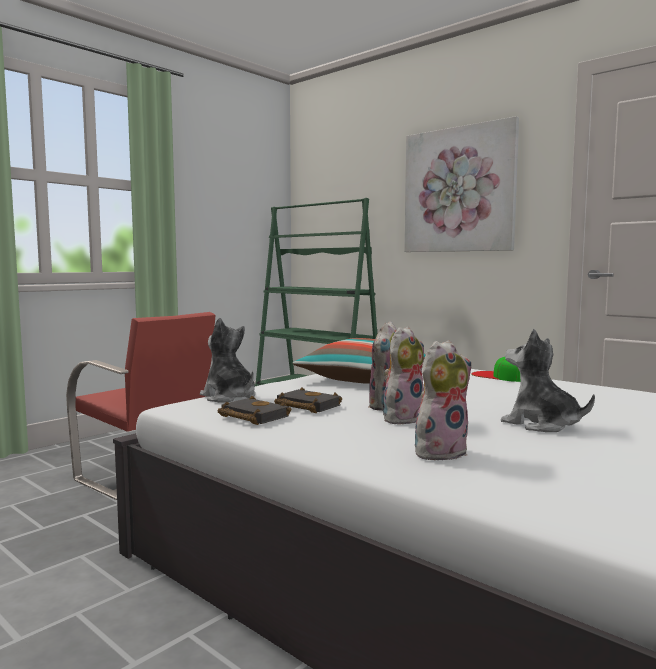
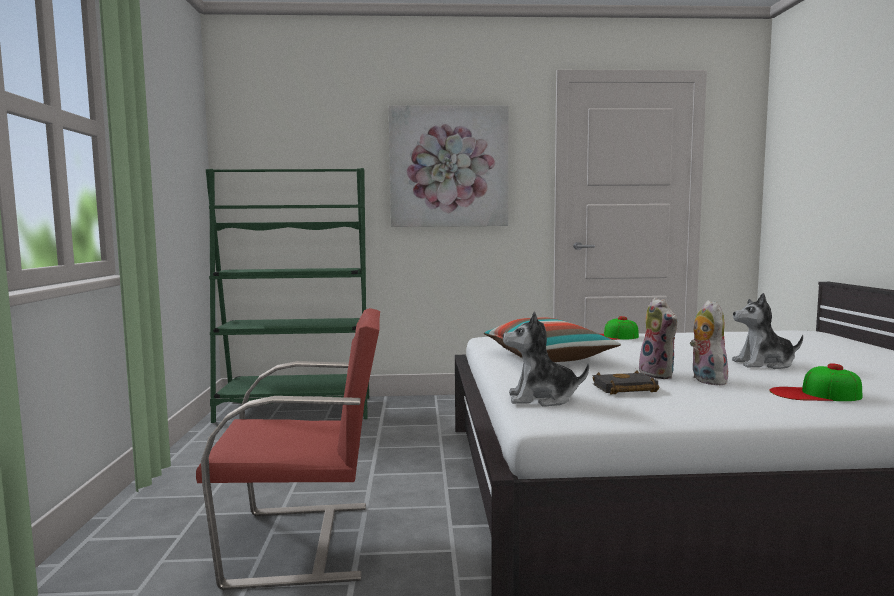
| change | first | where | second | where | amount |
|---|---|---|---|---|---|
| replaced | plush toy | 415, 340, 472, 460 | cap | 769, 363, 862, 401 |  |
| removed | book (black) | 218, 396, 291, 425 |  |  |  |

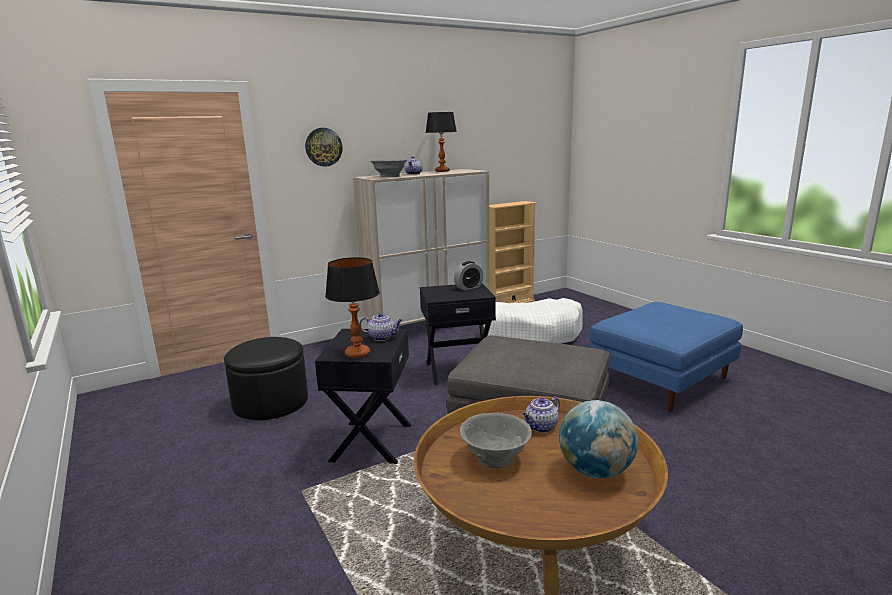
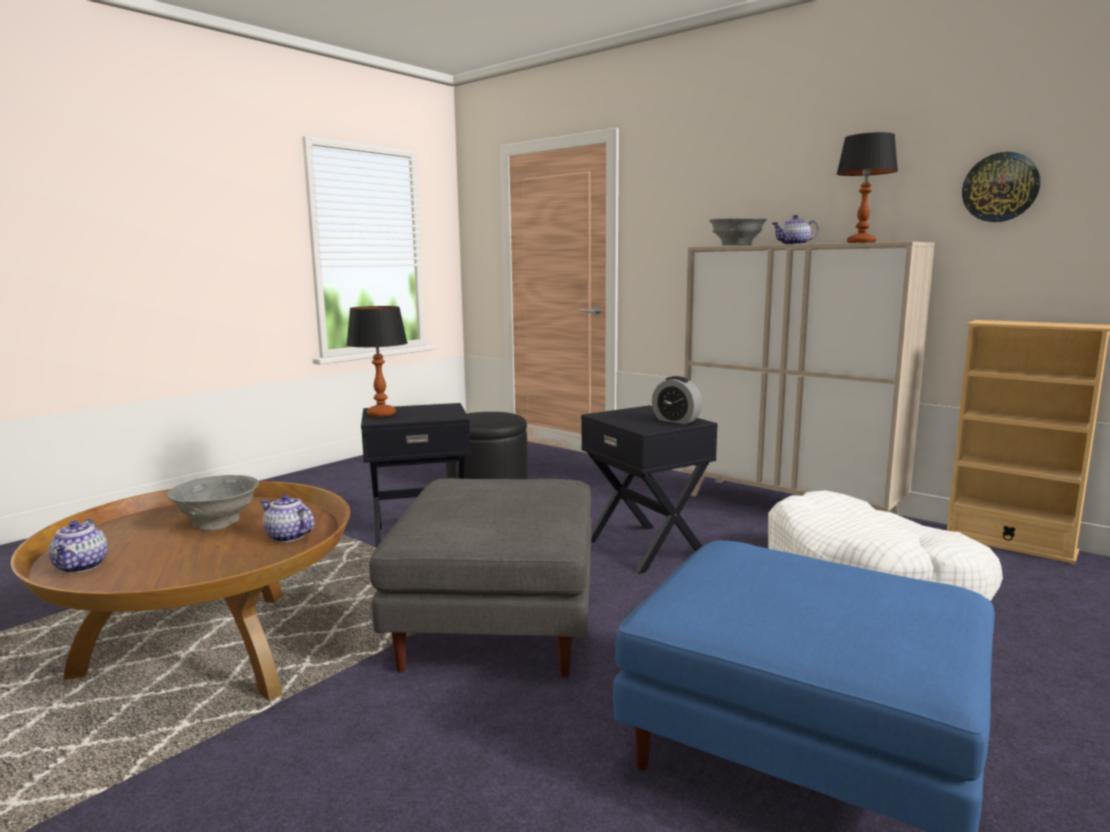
| change | first | where | second | where | amount |
|---|---|---|---|---|---|
| moved | wall clock | 305, 128, 343, 167 |  | 962, 152, 1041, 222 |  |
| moved | teapot | 359, 313, 402, 341 |  | 48, 519, 108, 573 |  |
| removed | globe | 559, 400, 638, 479 |  |  |  |

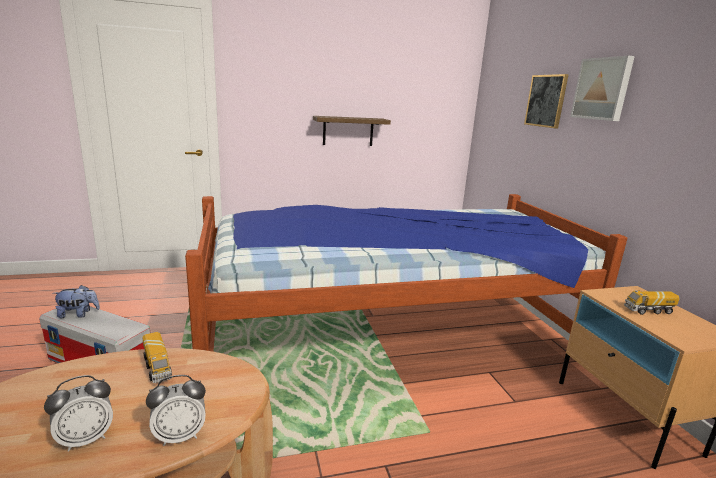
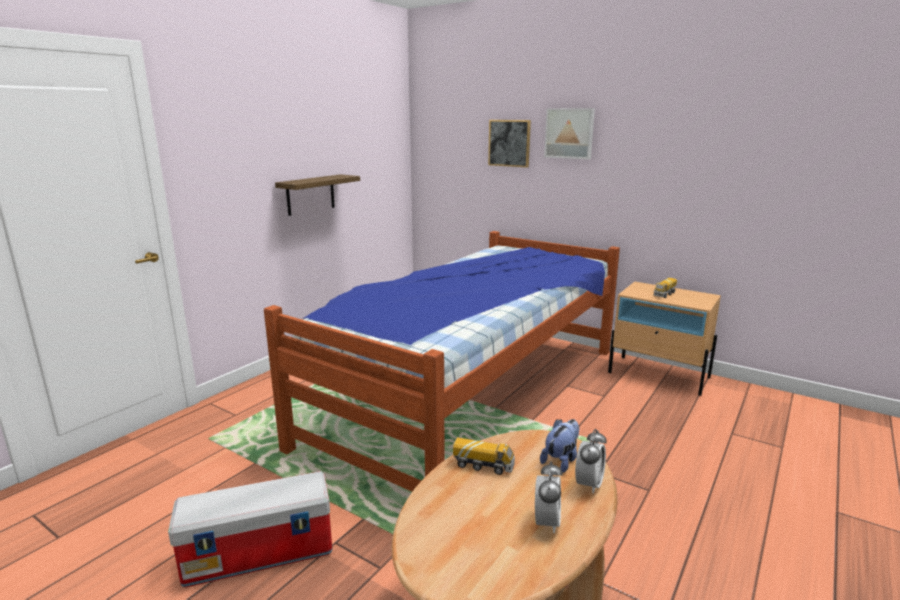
| change | first | where | second | where | amount |
|---|---|---|---|---|---|
| moved | plush toy | 53, 285, 100, 318 |  | 540, 419, 579, 473 |  |

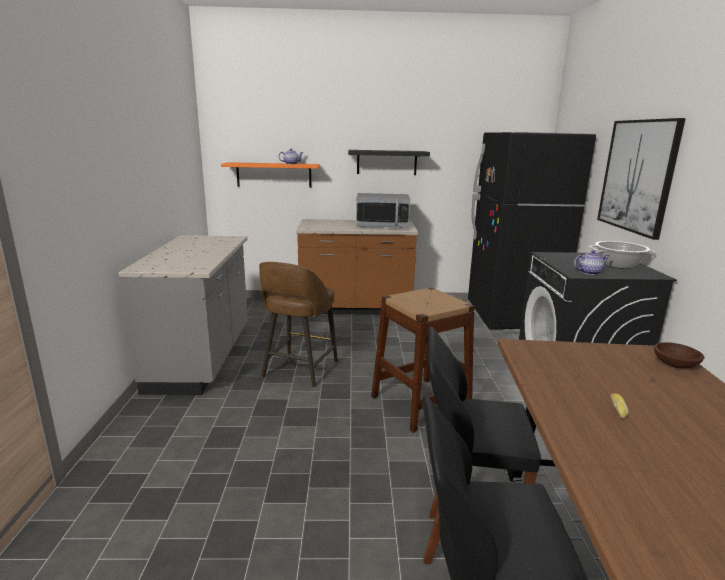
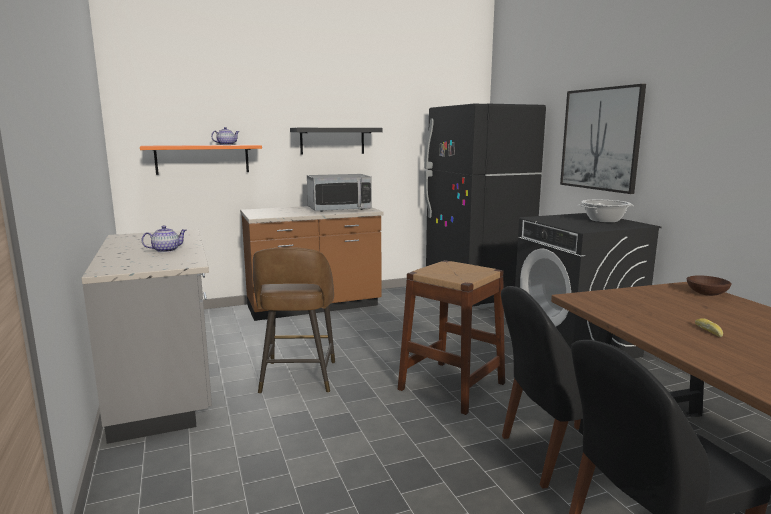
| change | first | where | second | where | amount |
|---|---|---|---|---|---|
| moved | teapot | 574, 250, 610, 275 |  | 141, 226, 186, 253 |  |

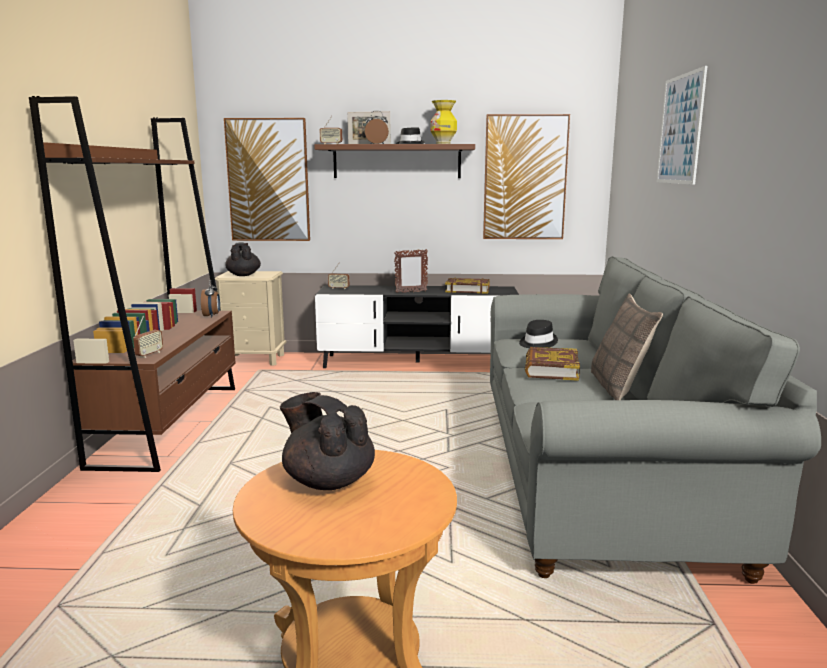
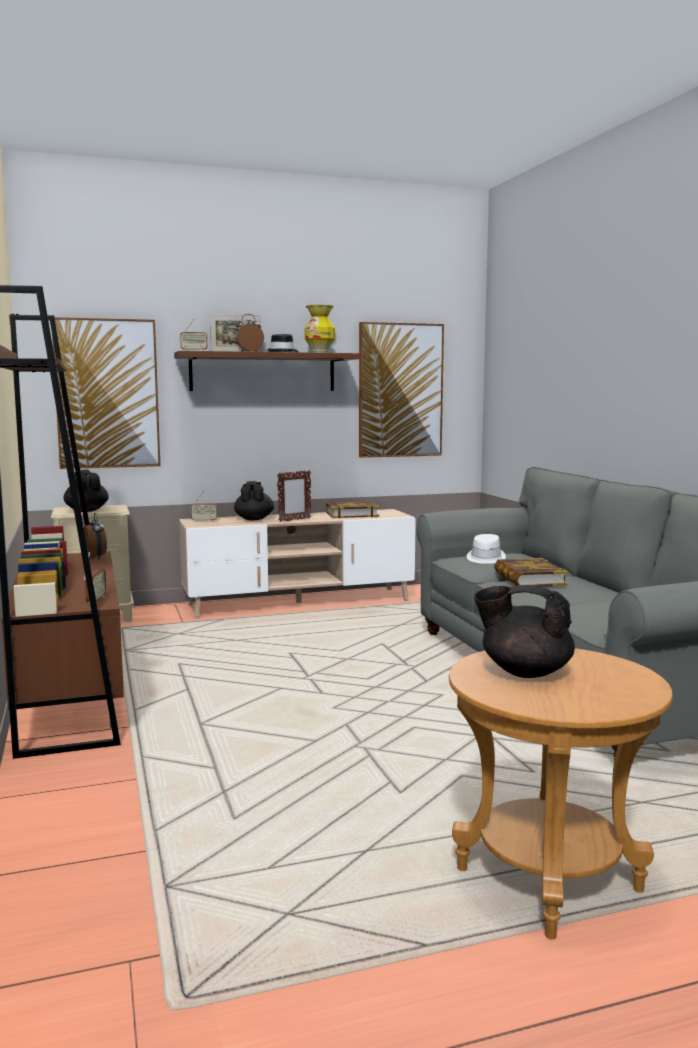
| change | first | where | second | where | amount |
|---|---|---|---|---|---|
| removed | picture | 657, 66, 707, 185 |  |  |  |
| recoloured | tv stand (black) | 315, 285, 519, 368 | tv stand (beige) | 179, 509, 416, 619 |  |
| removed | pillow | 591, 294, 663, 400 |  |  |  |
| recoloured | hat (black) | 519, 320, 558, 348 | hat (white) | 466, 534, 506, 564 |  |
| added |  |  | teapot (black) | 234, 481, 274, 520 |  |

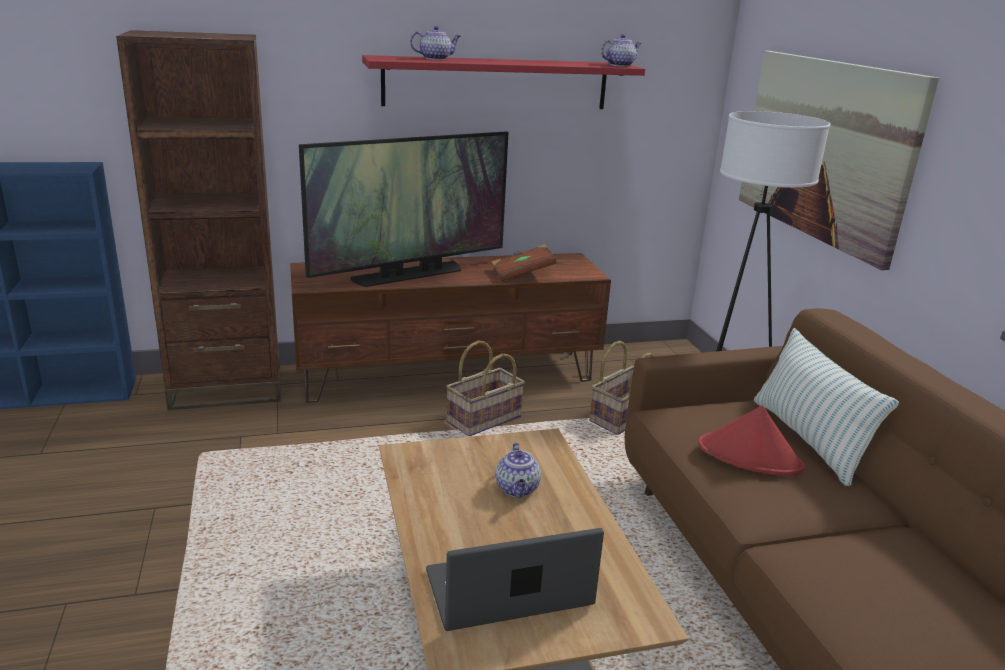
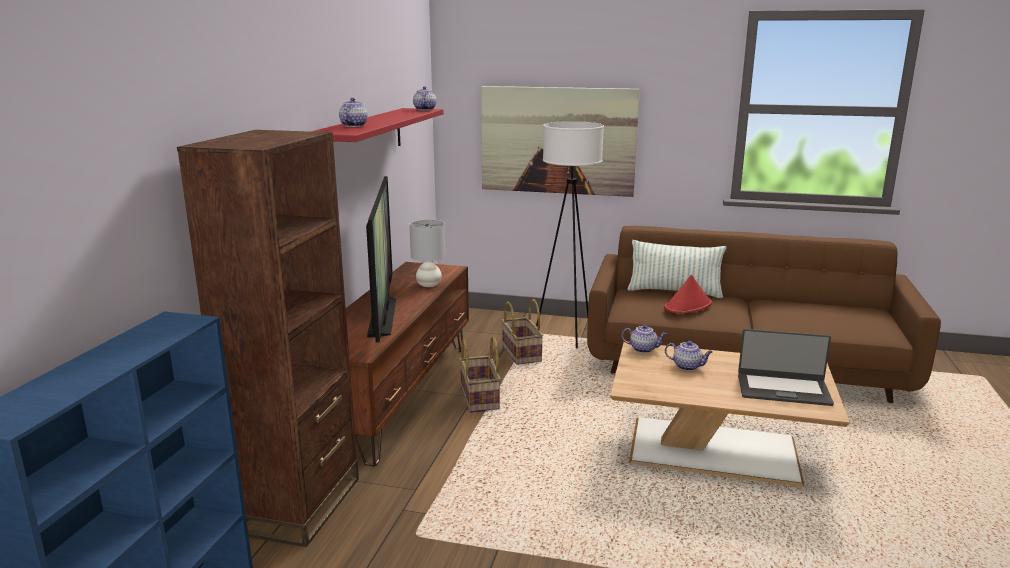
| change | first | where | second | where | amount |
|---|---|---|---|---|---|
| replaced | book (brown) | 491, 244, 556, 281 | table lamp (grey) | 409, 219, 445, 287 |  |
| turned | laptop | 426, 528, 604, 631 |  | 738, 329, 834, 406 | 90 degrees counterclockwise |
| added |  |  | teapot | 621, 325, 667, 353 |  |

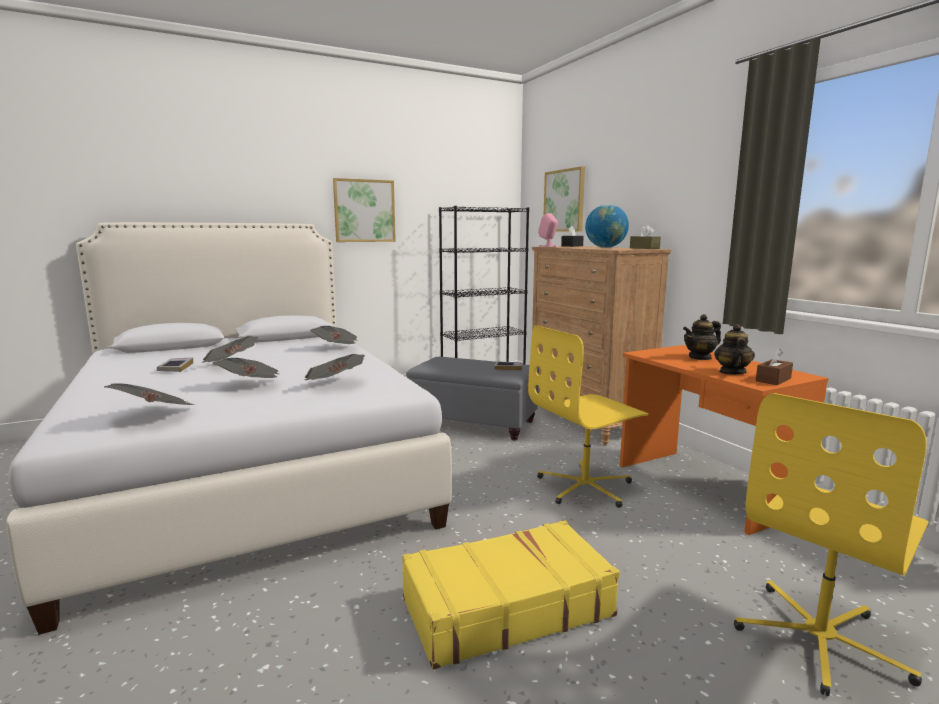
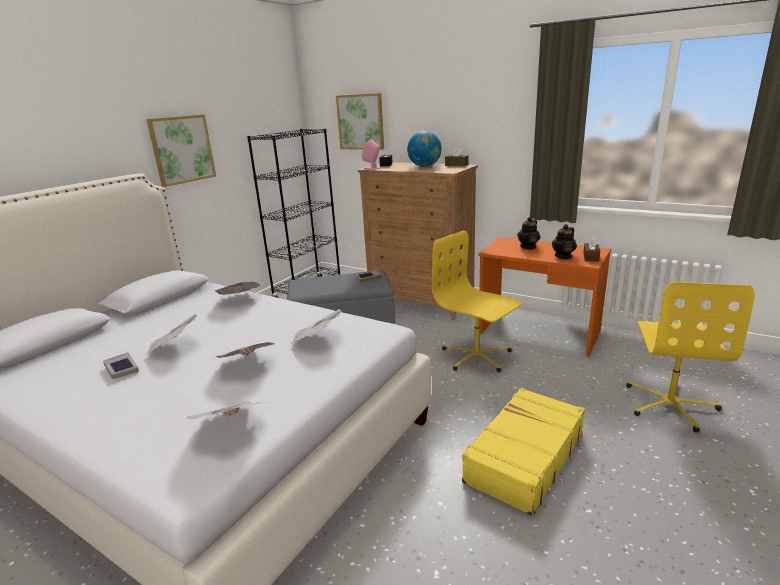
| change | first | where | second | where | amount |
|---|---|---|---|---|---|
| turned | teapot | 714, 324, 755, 375 |  | 552, 224, 577, 259 | 120 degrees counterclockwise |
| turned | office chair (yellow) | 528, 325, 648, 508 |  | 432, 230, 522, 372 | 105 degrees clockwise |

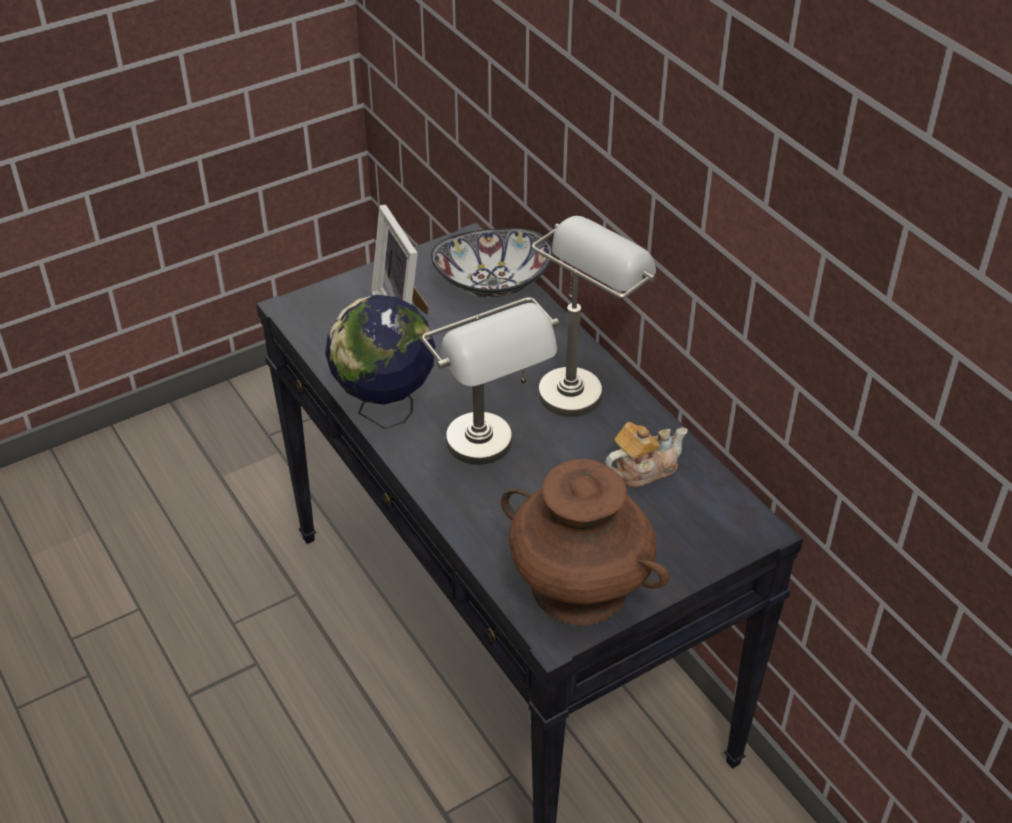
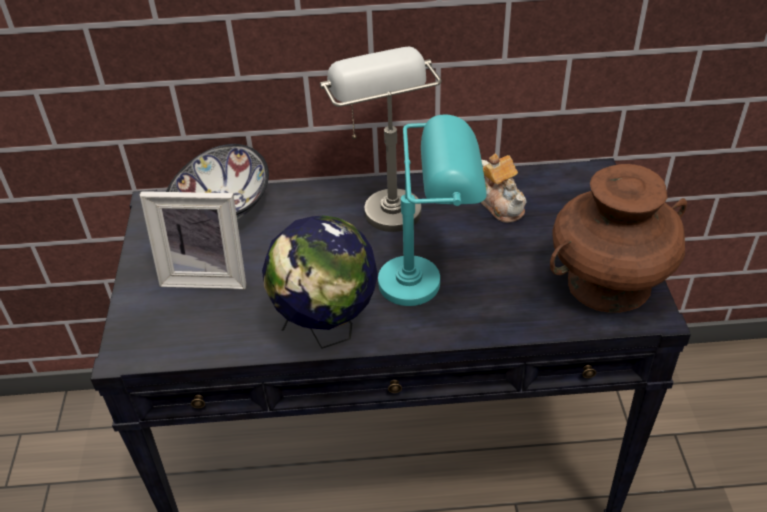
| change | first | where | second | where | amount |
|---|---|---|---|---|---|
| recoloured | table lamp (grey) | 421, 297, 559, 465 | table lamp (turquoise) | 378, 114, 487, 306 |  |
| turned | teapot | 605, 422, 688, 487 |  | 481, 154, 526, 223 | 150 degrees clockwise |

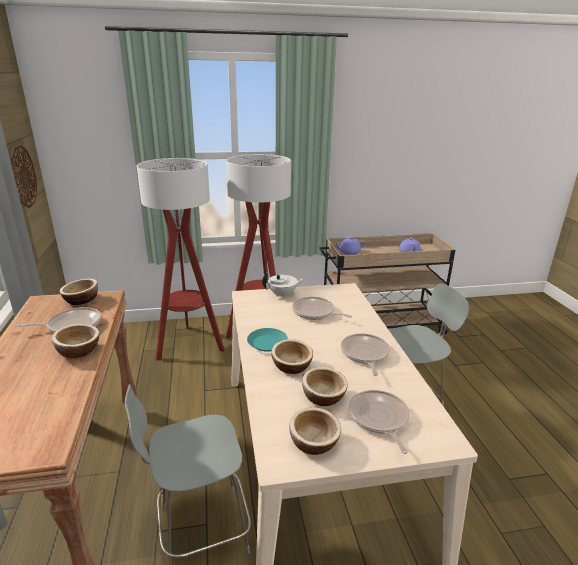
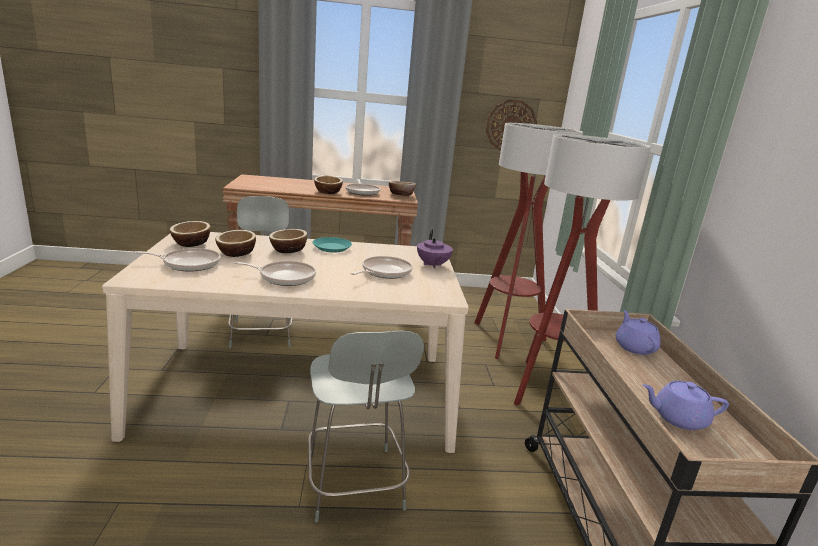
| change | first | where | second | where | amount |
|---|---|---|---|---|---|
| recoloured | teapot (white) | 262, 273, 305, 298 | teapot (purple) | 417, 230, 453, 269 |  |

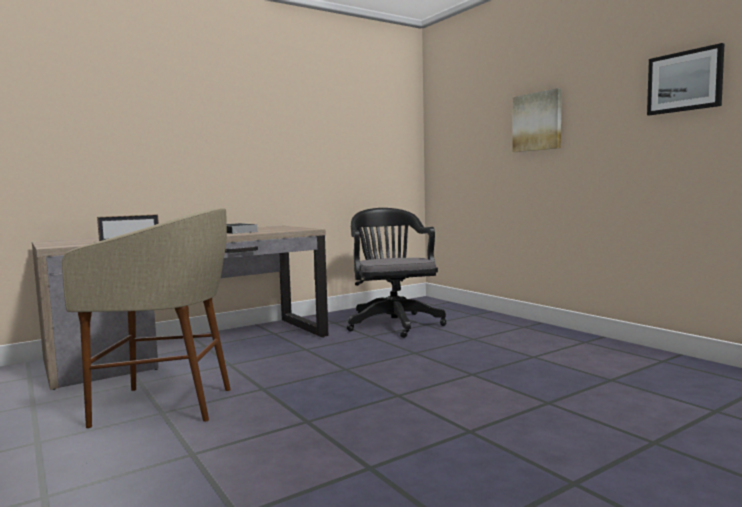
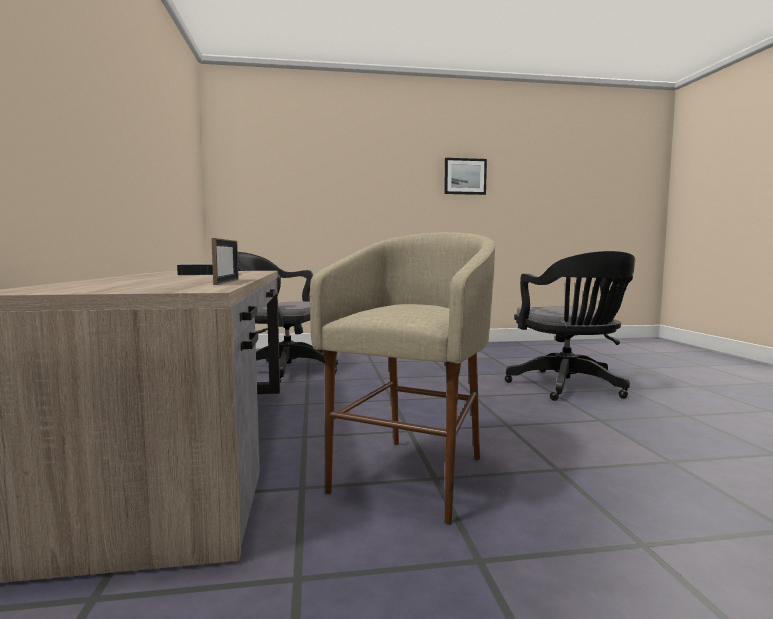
| change | first | where | second | where | amount |
|---|---|---|---|---|---|
| removed | picture | 512, 88, 562, 152 |  |  |  |
| added |  |  | office chair (black) | 505, 251, 635, 401 |  |

